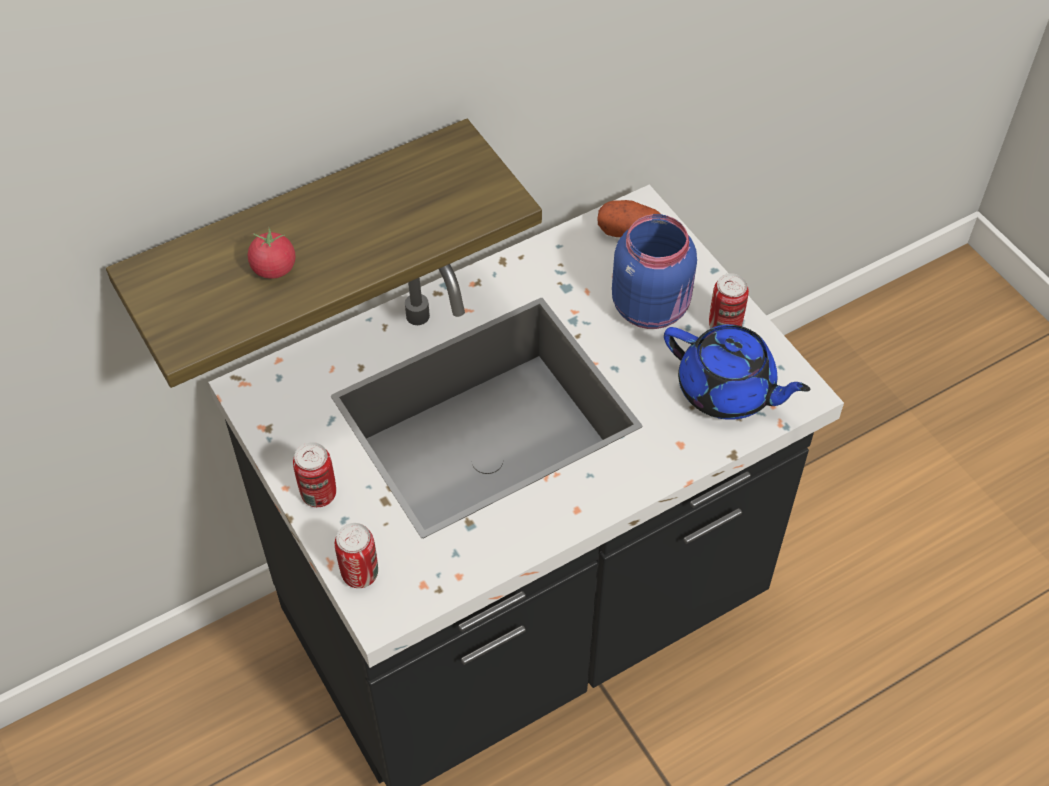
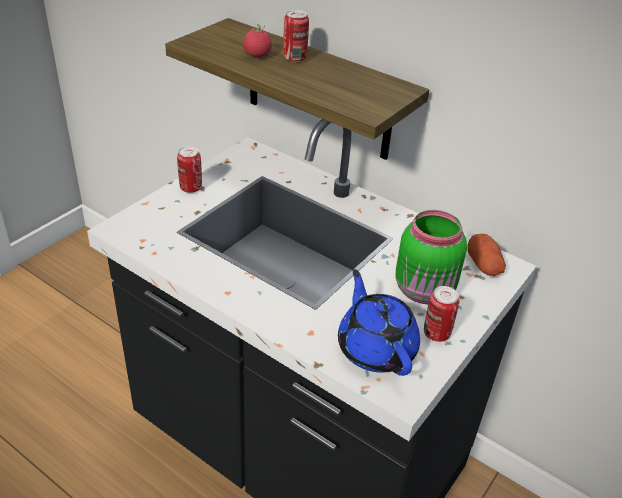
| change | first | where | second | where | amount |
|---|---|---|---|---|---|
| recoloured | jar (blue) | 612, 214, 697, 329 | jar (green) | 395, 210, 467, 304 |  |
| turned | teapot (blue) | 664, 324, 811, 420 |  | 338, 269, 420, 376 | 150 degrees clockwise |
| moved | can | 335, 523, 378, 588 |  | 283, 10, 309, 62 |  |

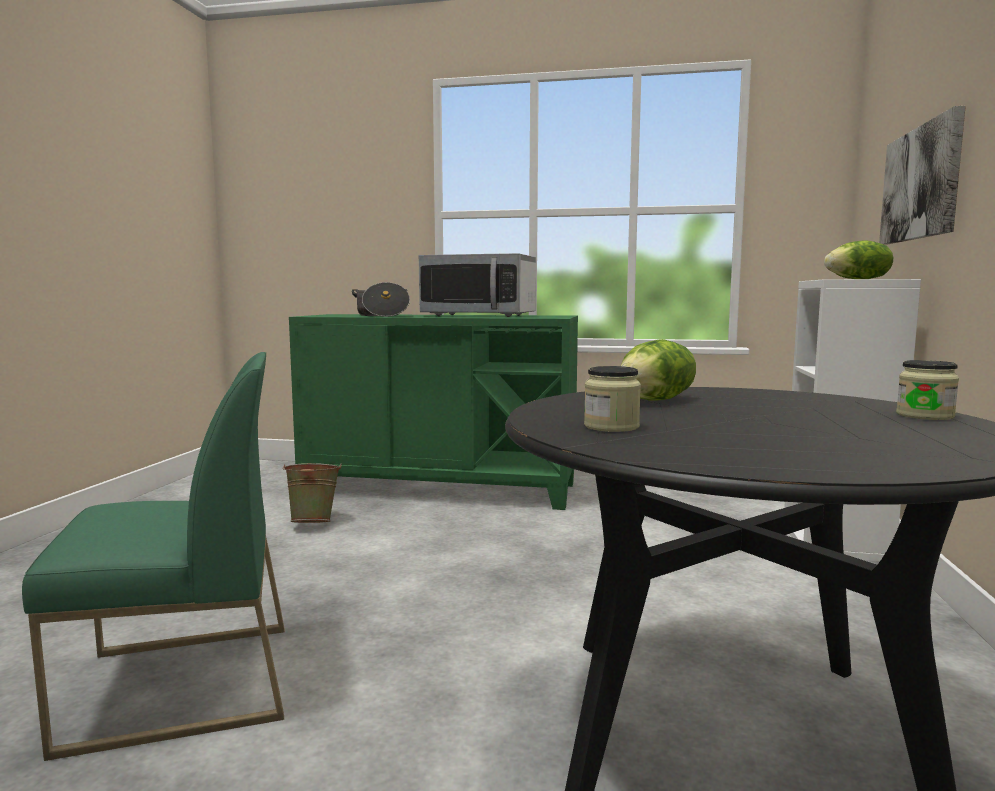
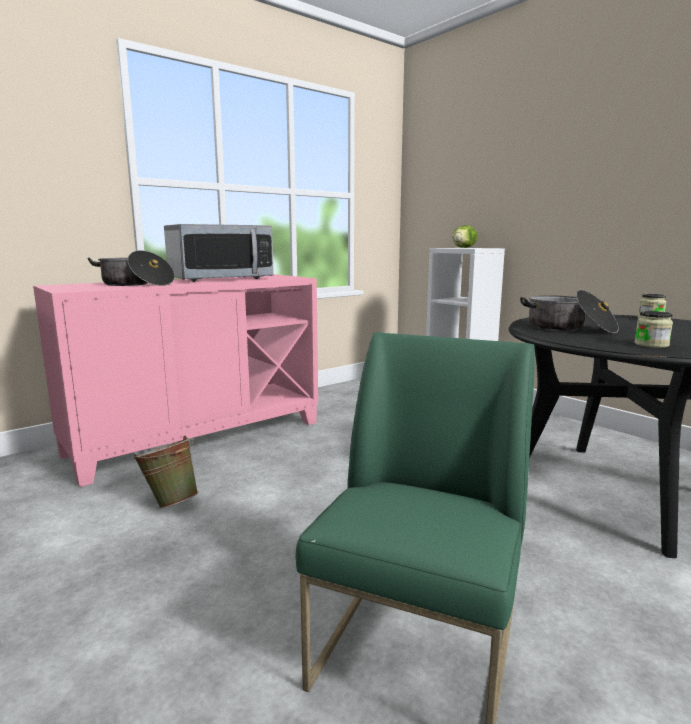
| change | first | where | second | where | amount |
|---|---|---|---|---|---|
| removed | picture | 879, 106, 966, 245 |  |  |  |
| recoloured | cabinet (green) | 289, 314, 578, 510 | cabinet (pink) | 33, 274, 318, 487 |  |
| replaced | lettuce | 621, 339, 696, 401 | cooking pot | 520, 290, 619, 333 |  |

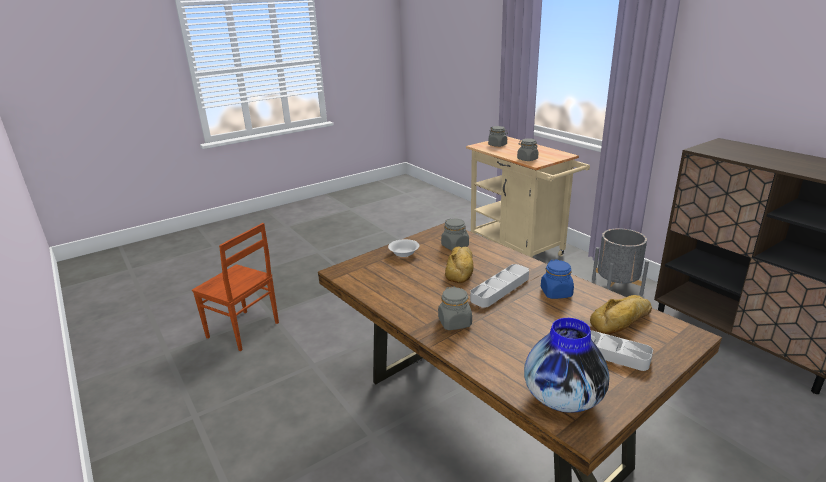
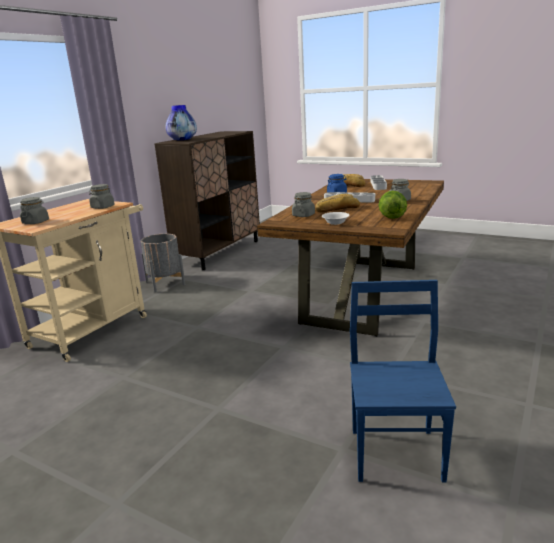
| change | first | where | second | where | amount |
|---|---|---|---|---|---|
| recoloured | chair (brown) | 192, 223, 279, 351 | chair (blue) | 350, 280, 456, 482 |  |
| moved | vase | 524, 318, 609, 413 |  | 165, 105, 197, 140 |  |
| added |  |  | lettuce | 379, 190, 407, 219 |  |

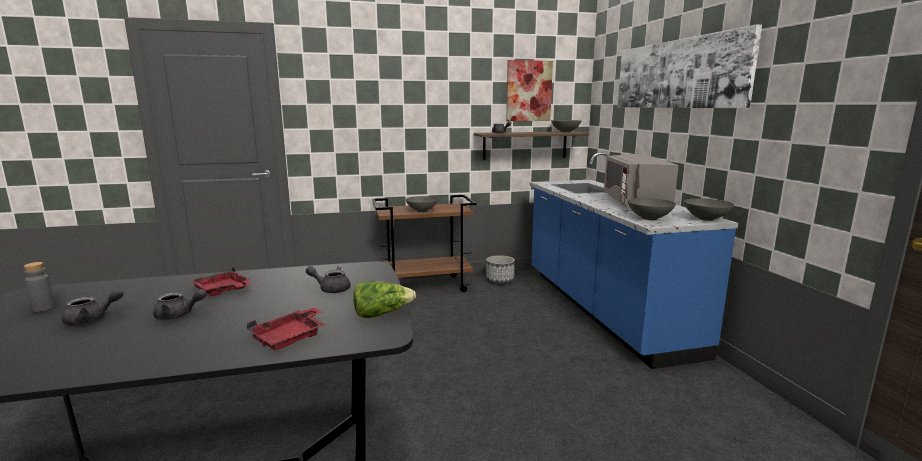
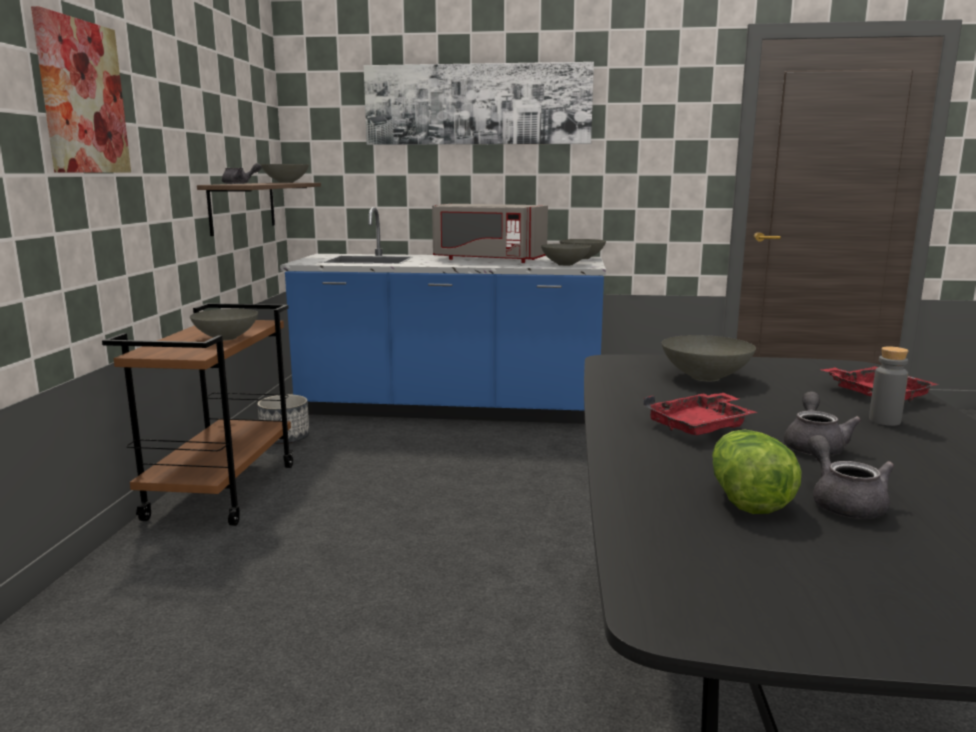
| change | first | where | second | where | amount |
|---|---|---|---|---|---|
| moved | picture | 506, 60, 553, 121 |  | 31, 6, 131, 173 |  |
| moved | bottle (grey) | 24, 262, 55, 312 |  | 869, 347, 908, 426 |  |
| replaced | teapot (grey) | 306, 266, 351, 293 | bowl (grey) | 662, 335, 756, 382 |  |
| moved | lettuce | 353, 281, 416, 318 |  | 712, 430, 802, 514 |  |

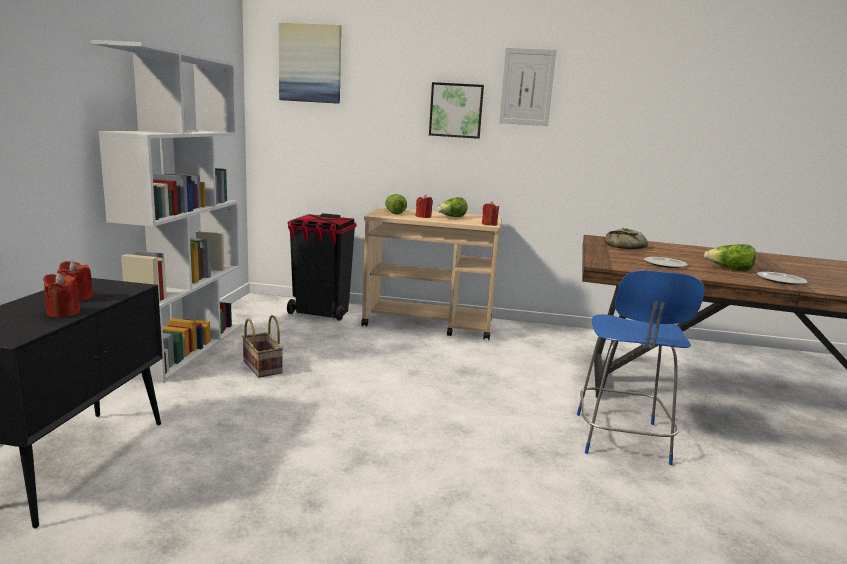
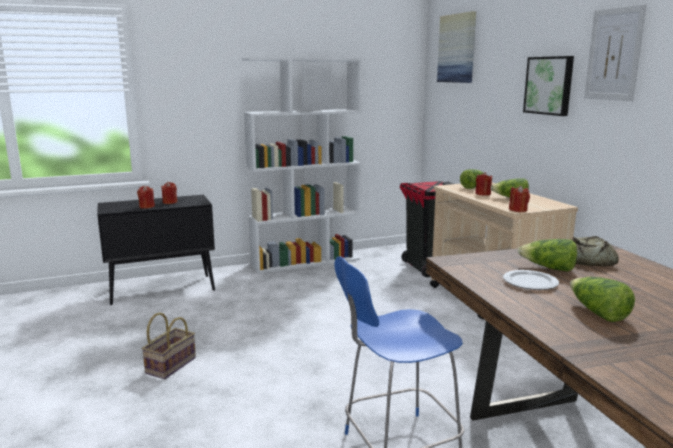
| change | first | where | second | where | amount |
|---|---|---|---|---|---|
| removed | plate | 757, 272, 807, 285 |  |  |  |
| moved | basket | 242, 315, 283, 378 |  | 142, 312, 196, 379 |  |
| added |  |  | lettuce | 518, 239, 577, 272 |  |

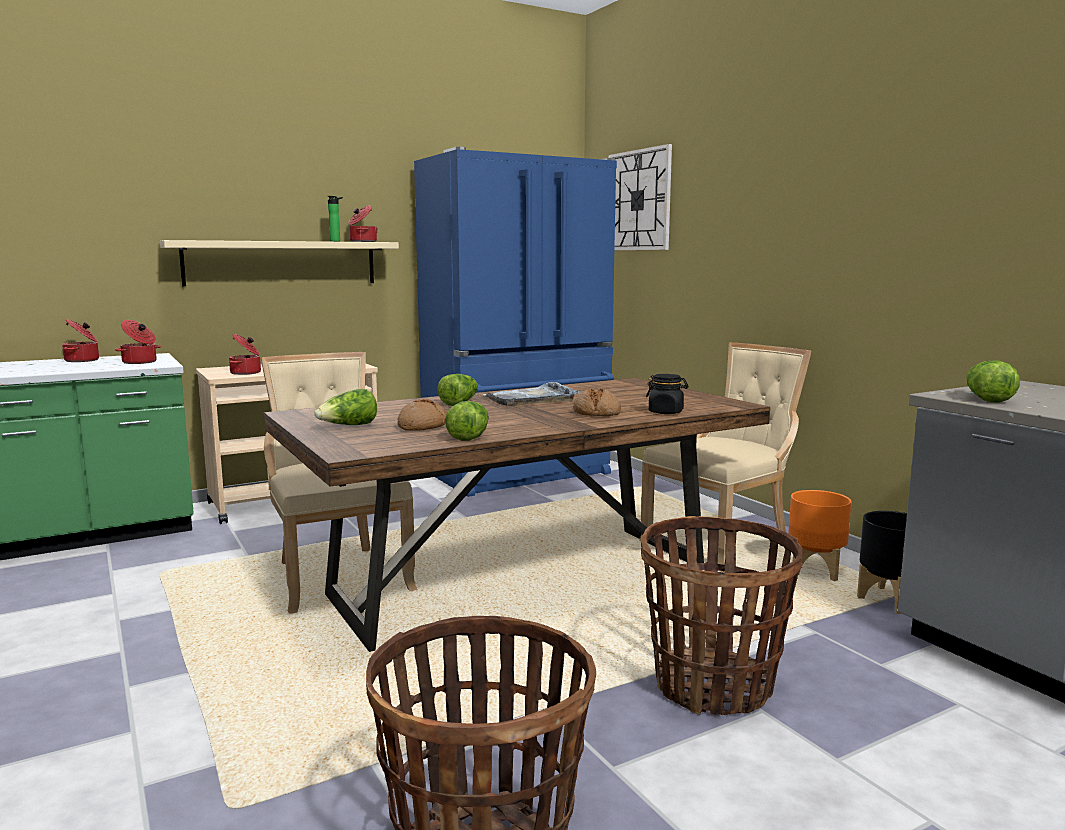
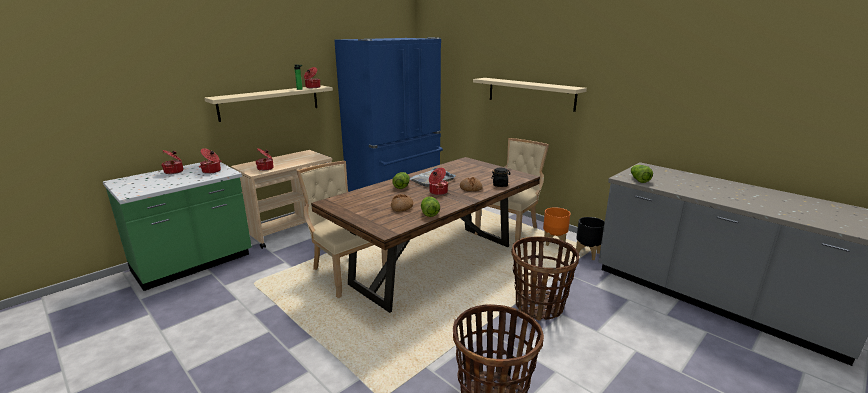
| change | first | where | second | where | amount |
|---|---|---|---|---|---|
| removed | wall clock | 608, 144, 672, 250 |  |  |  |
| removed | lettuce | 314, 389, 377, 425 |  |  |  |
| added |  |  | shelf (beige) | 473, 78, 587, 112 |  |
| added |  |  | cooking pot | 429, 168, 448, 195 |  |

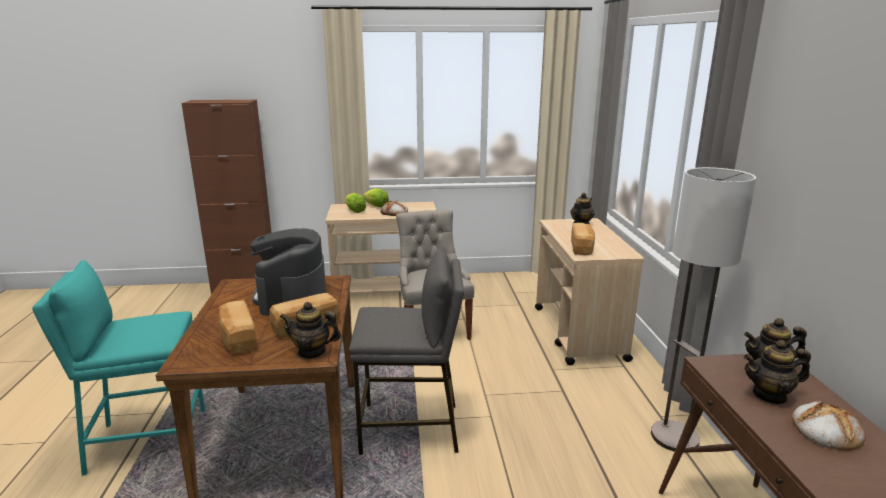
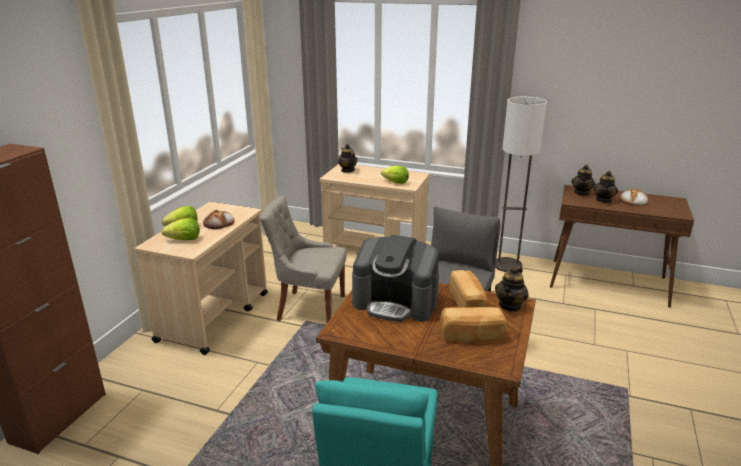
| change | first | where | second | where | amount |
|---|---|---|---|---|---|
| replaced | bread | 571, 223, 595, 255 | lettuce | 381, 165, 409, 184 |  |

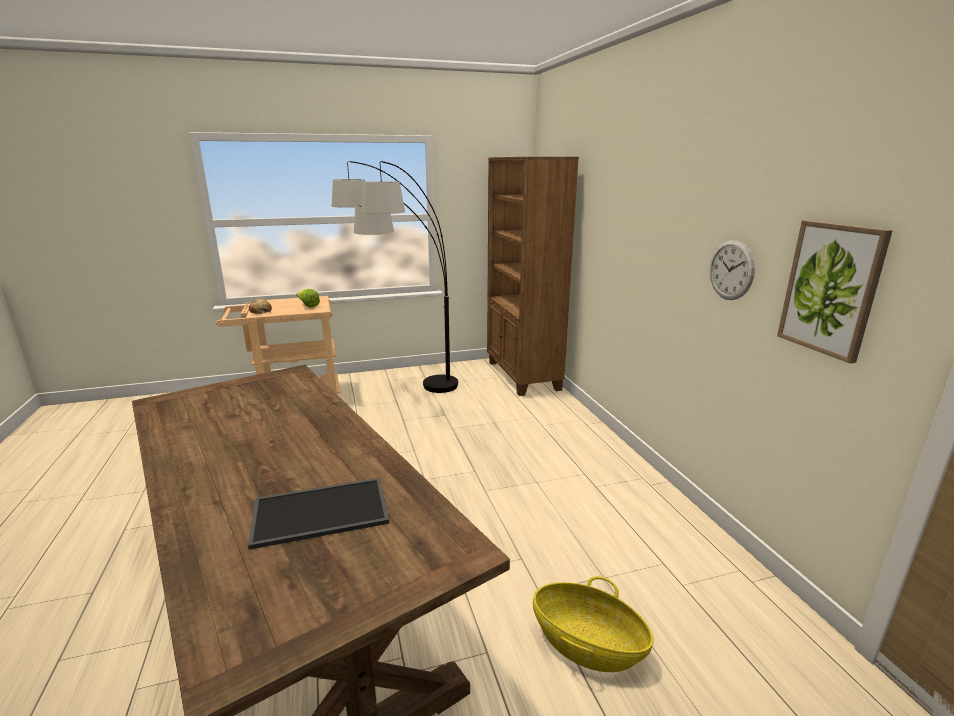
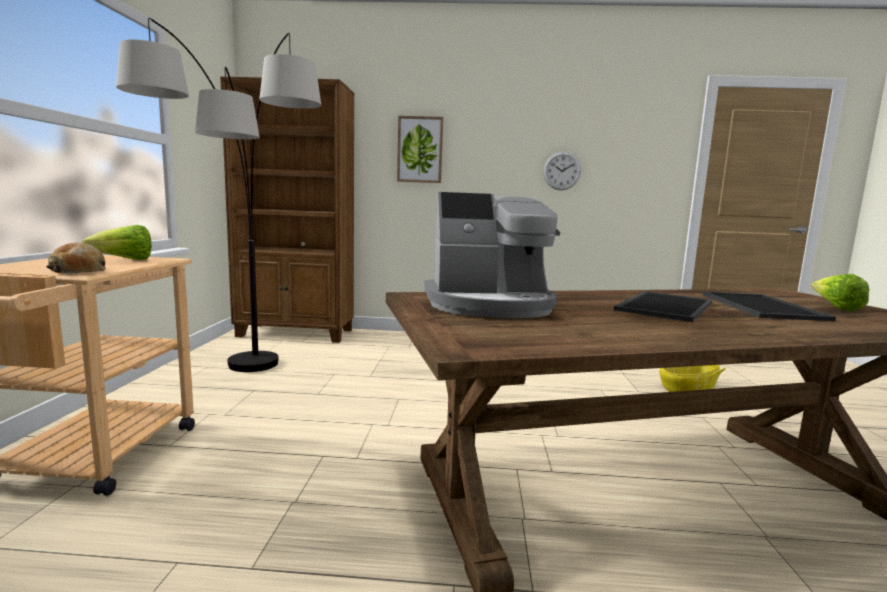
| change | first | where | second | where | amount |
|---|---|---|---|---|---|
| moved | picture | 777, 220, 893, 364 |  | 397, 116, 443, 183 |  |
| added |  |  | coffee machine | 424, 192, 560, 318 |  |
| added |  |  | lettuce | 811, 274, 870, 311 |  |
| added |  |  | tray | 614, 291, 712, 322 |  |

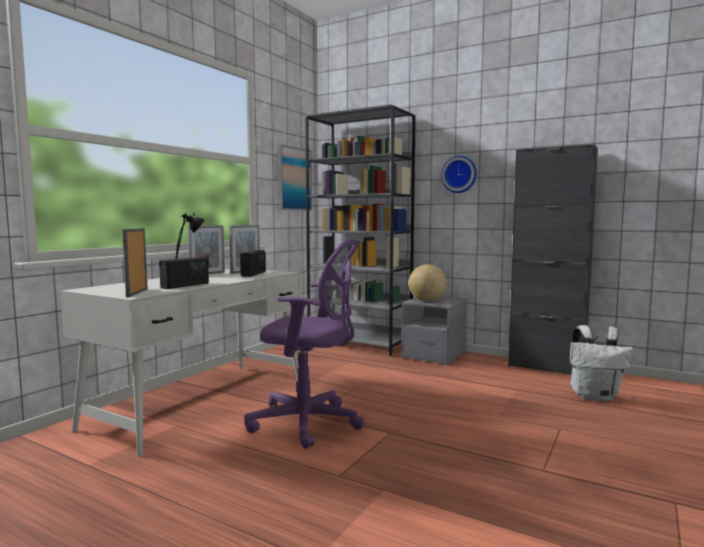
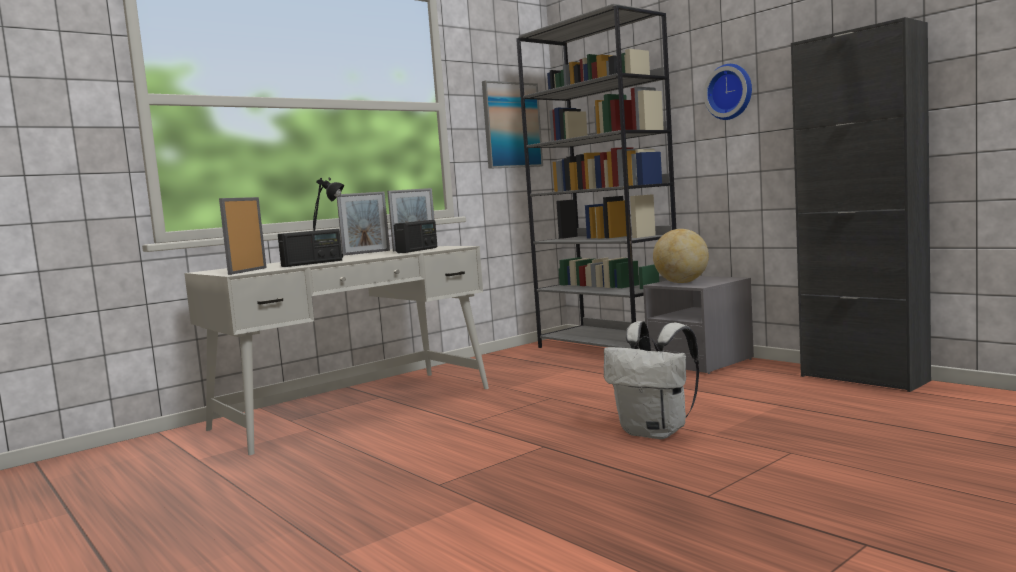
| change | first | where | second | where | amount |
|---|---|---|---|---|---|
| removed | office chair (purple) | 244, 239, 364, 449 |  |  |  |
| moved | backpack (white) | 570, 325, 633, 402 |  | 604, 321, 699, 439 |  |

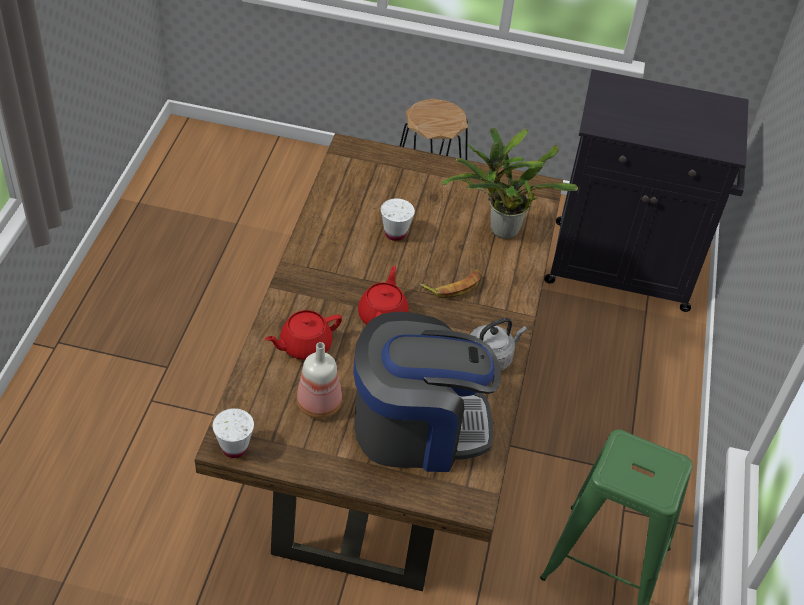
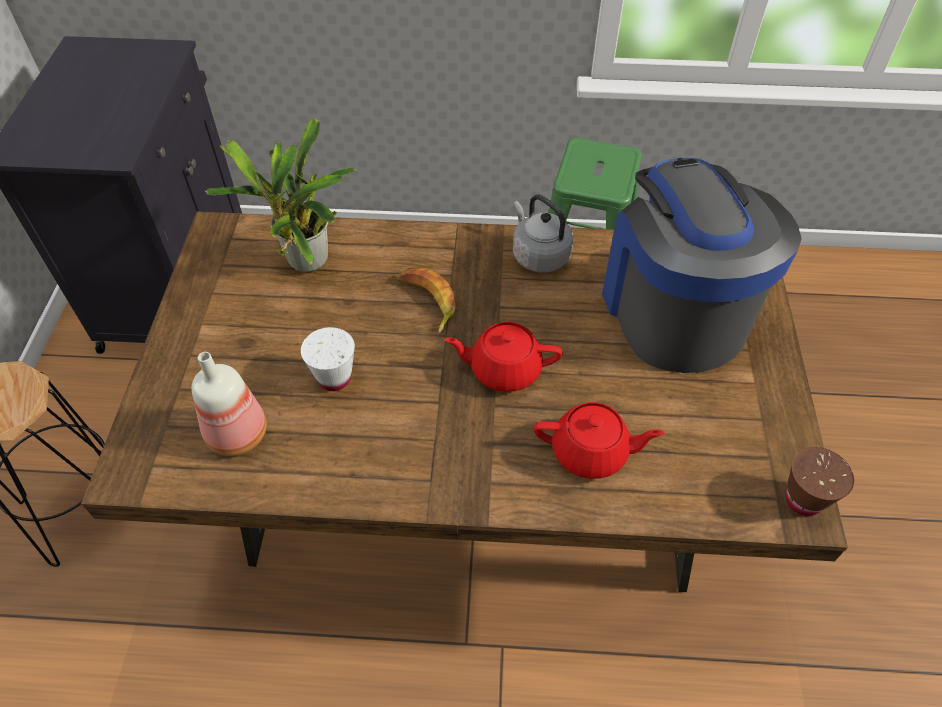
| change | first | where | second | where | amount |
|---|---|---|---|---|---|
| turned | teapot (red) | 265, 310, 342, 360 |  | 534, 402, 664, 479 | 45 degrees counterclockwise |
| moved | bottle | 297, 342, 342, 419 |  | 192, 352, 267, 456 |  |
| recoloured | cup (white) | 212, 408, 254, 458 | cup (brown) | 786, 447, 854, 516 |  |

